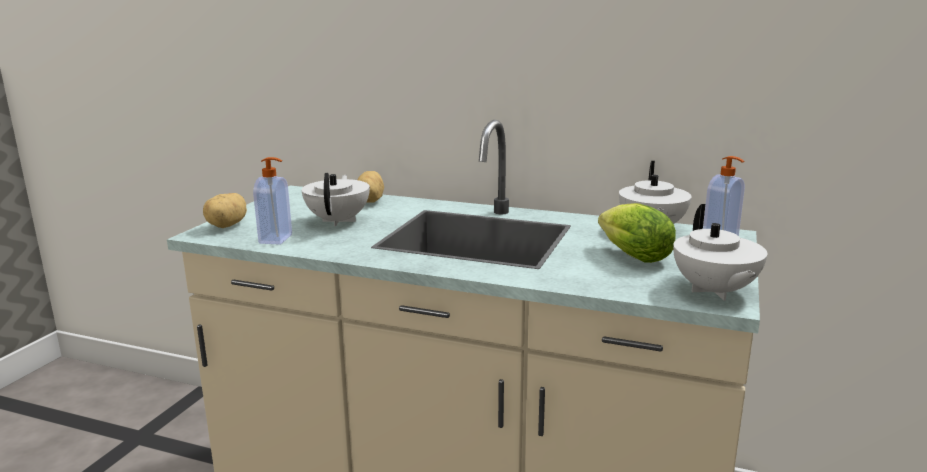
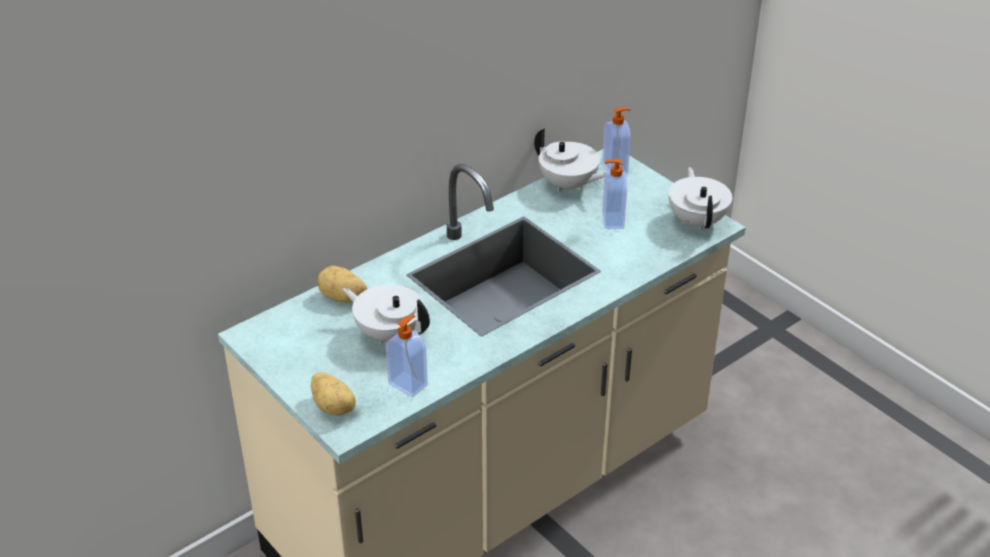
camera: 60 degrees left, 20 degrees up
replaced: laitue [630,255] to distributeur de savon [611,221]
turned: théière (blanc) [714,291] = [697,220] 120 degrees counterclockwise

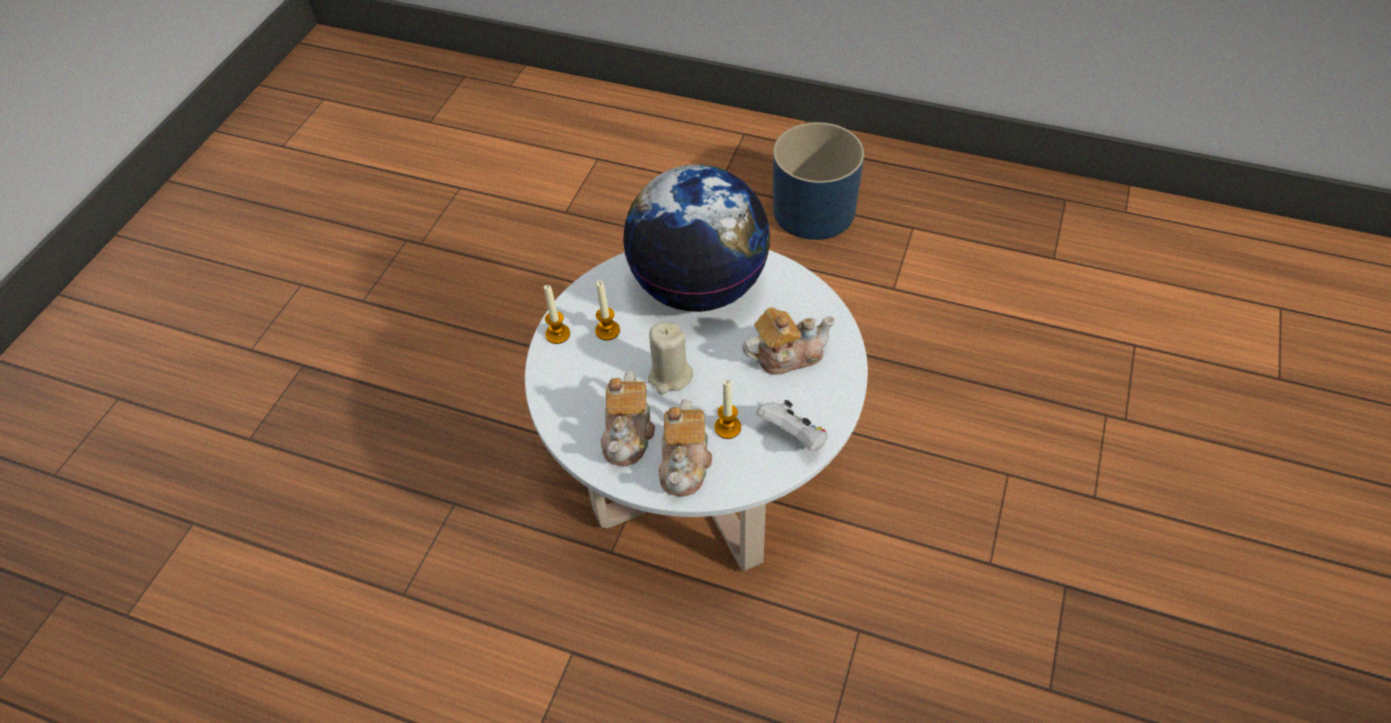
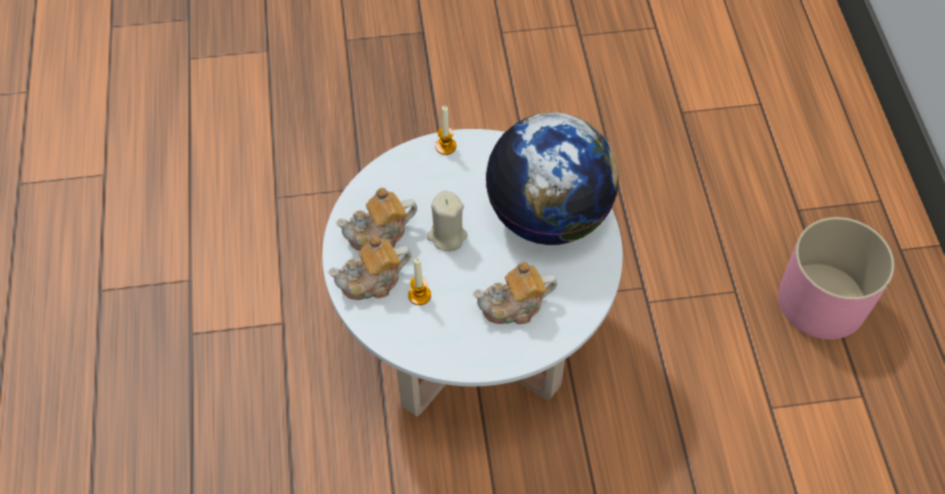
camera: 60 degrees right, 5 degrees up
removed: bougie [607,331]; manette (blanc) [794,437]
recoloured: cache-pot (bleu) [814,211] to cache-pot (rose) [822,302]
turned: théière [787,355] = [514,306] 120 degrees clockwise

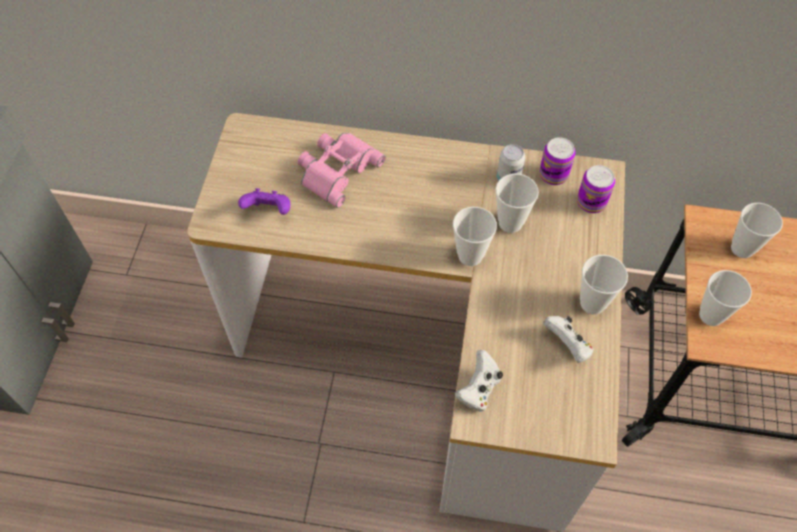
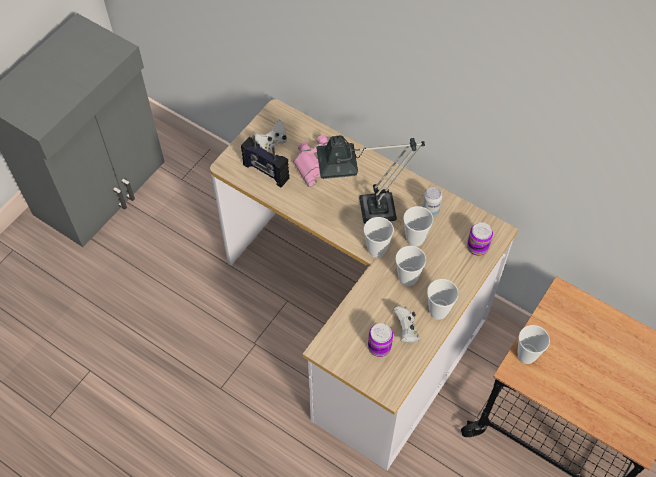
camera: 25 degrees right, 0 degrees up
added: lampe de table [367,210]
moved: manette (blanc) [478,389] to [271,143]; boîte métallique [553,175] to [379,347]; tasse [742,248] to [407,278]
replaced: manette (violet) [269,211] to radio [265,172]

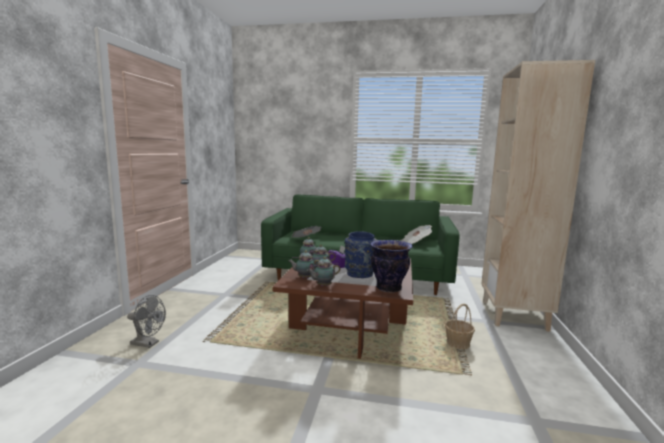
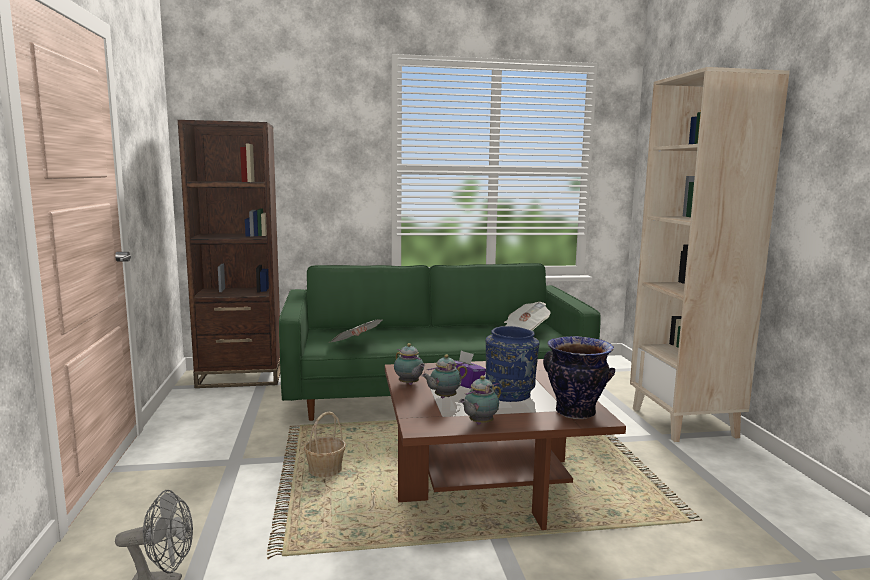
camera: 20 degrees left, 0 degrees up
removed: théière [304,278]
added: bibliothèque (marron) [240,377]
moved: panier [457,343] to [325,470]

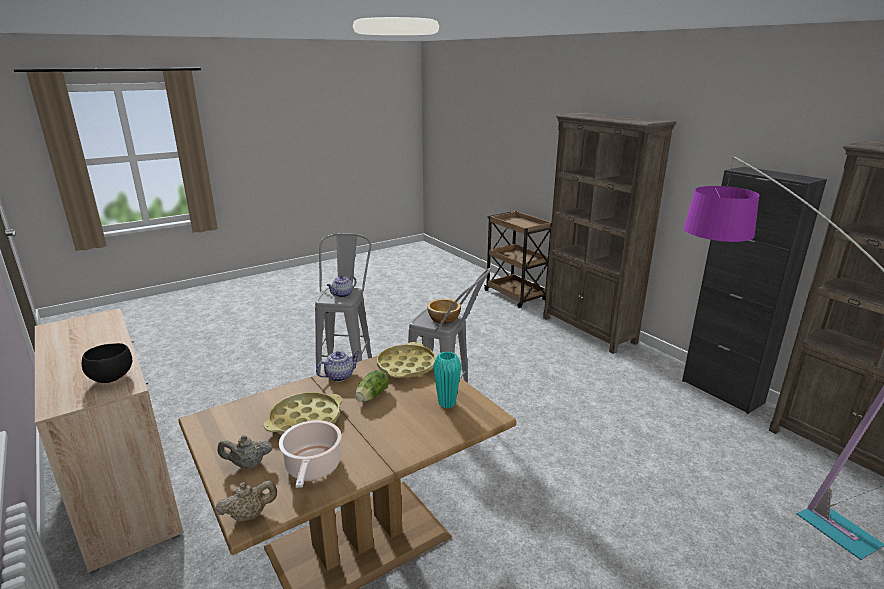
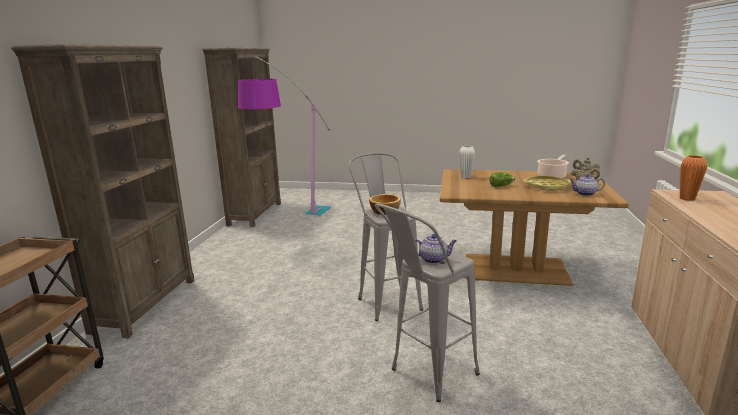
camera: 135 degrees left, 5 degrees down
removed: plateau (jaune) [406,366]; meuble de rangement (noir) [722,392]
moved: théière [340,376] to [584,194]
replaced: bol (noir) [112,378] to vase (orange) [687,198]
recoloured: vase (turquoise) [447,403] to vase (blanc) [465,177]

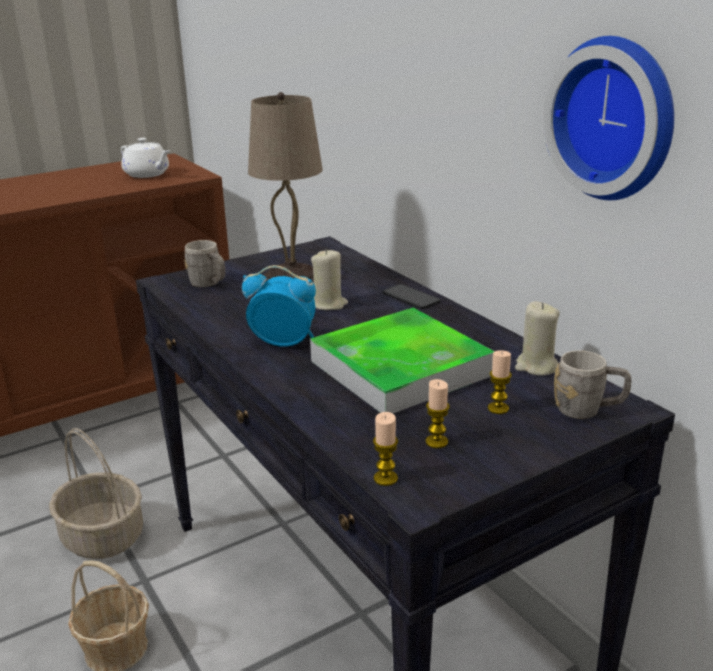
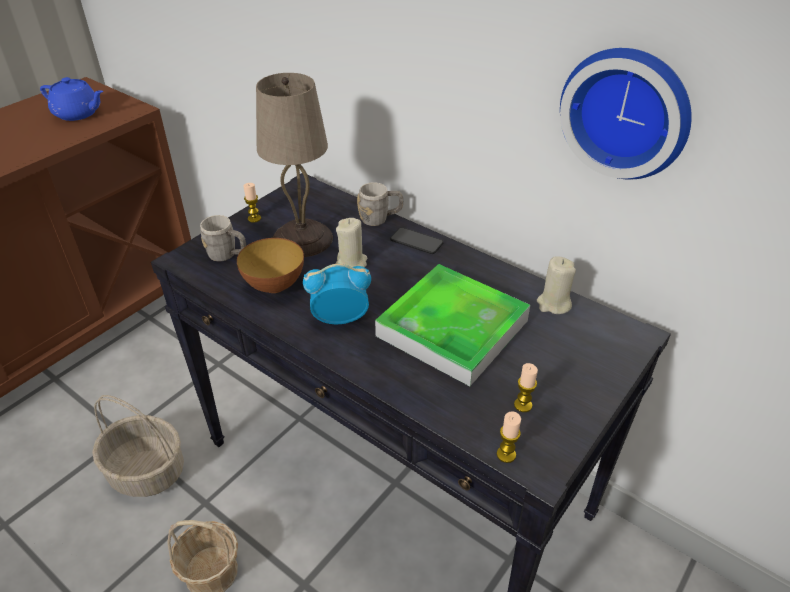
camera: 20 degrees left, 15 degrees up
added: bol [274,286]
moved: bougie [498,408] to [254,218]; mug (gris) [588,410] to [380,219]
recoloured: théière (blanc) [147,174] to théière (bleu) [78,114]

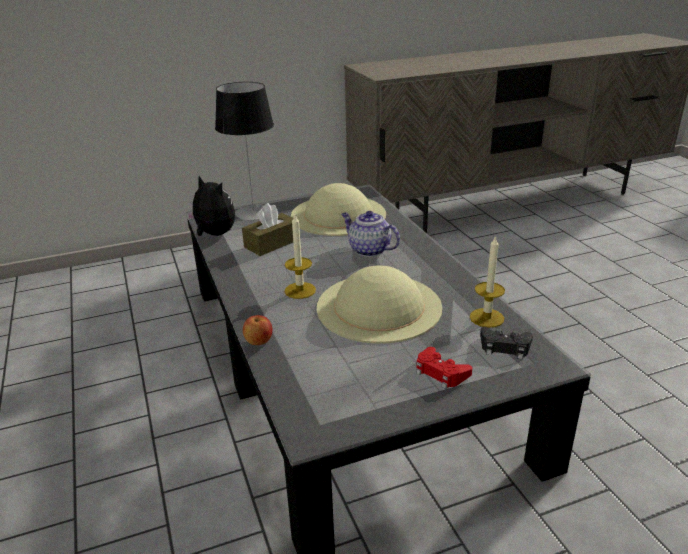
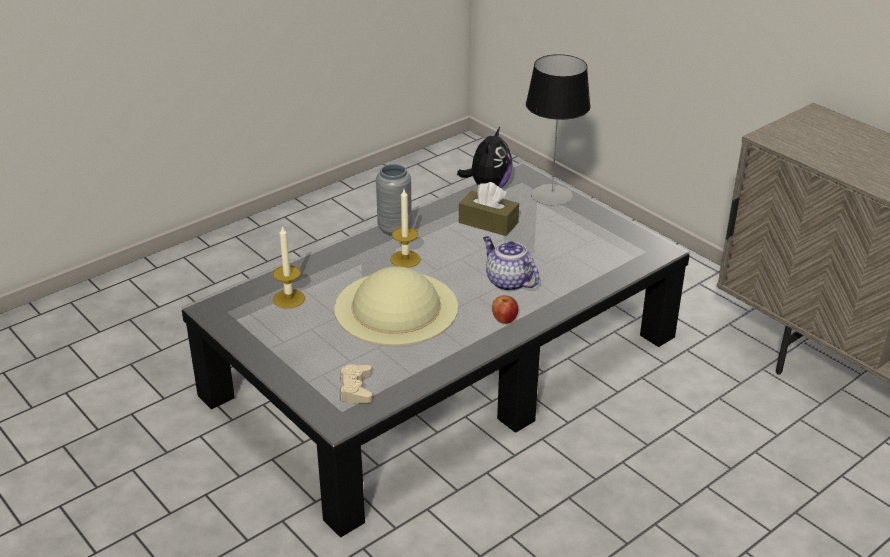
camera: 70 degrees right, 5 degrees up
removed: chapeau (beige) [338,214]; manette (rouge) [440,373]
added: vase (gris) [394,229]
moved: bougie [486,318] to [289,299]; pomme [259,342] to [504,320]
recoloured: manette (noir) [505,347] to manette (beige) [356,389]
turned: théière [368,250] = [508,281] 60 degrees counterclockwise

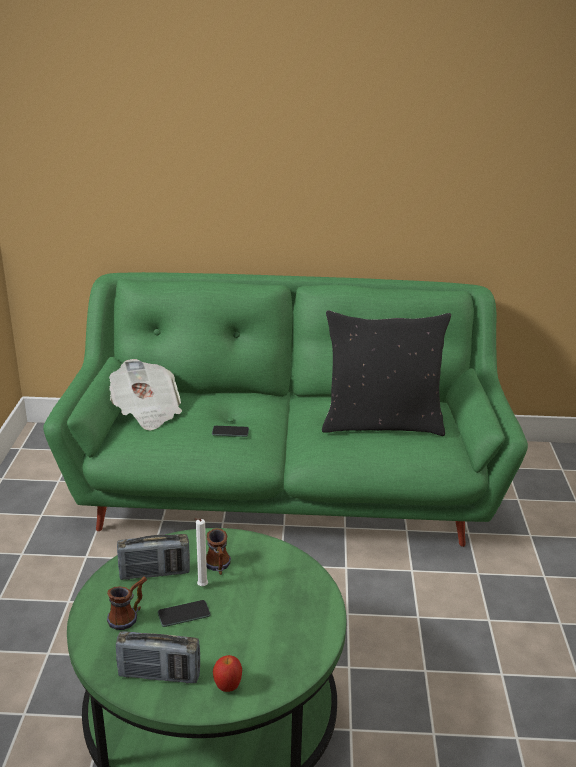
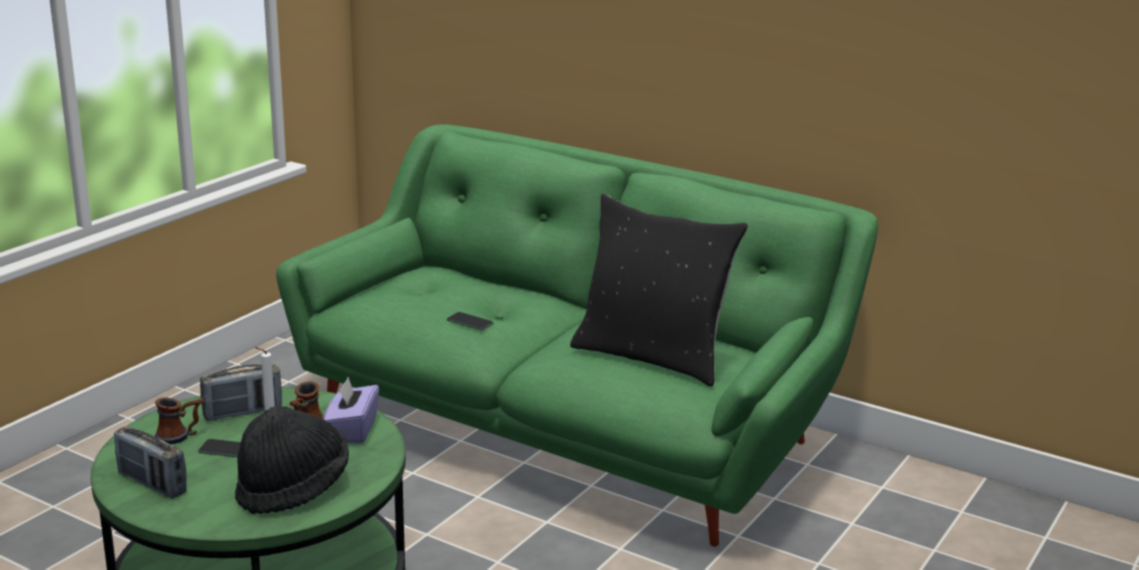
camera: 30 degrees right, 5 degrees down
removed: journal [146,412]; pomme [228,687]
added: chapeau (noir) [293,488]; boîte à mouchoirs (violet) [352,430]
turned: radio [154,573] = [243,413] 45 degrees counterclockwise

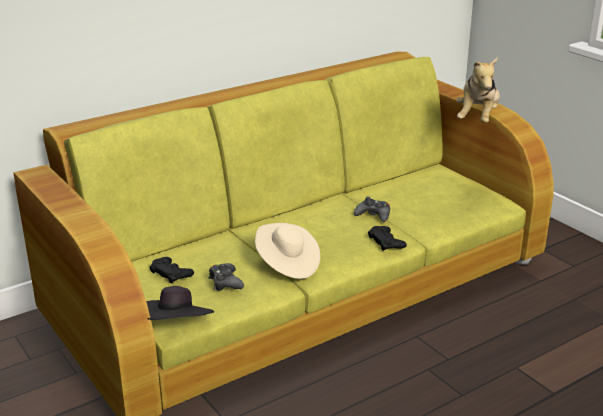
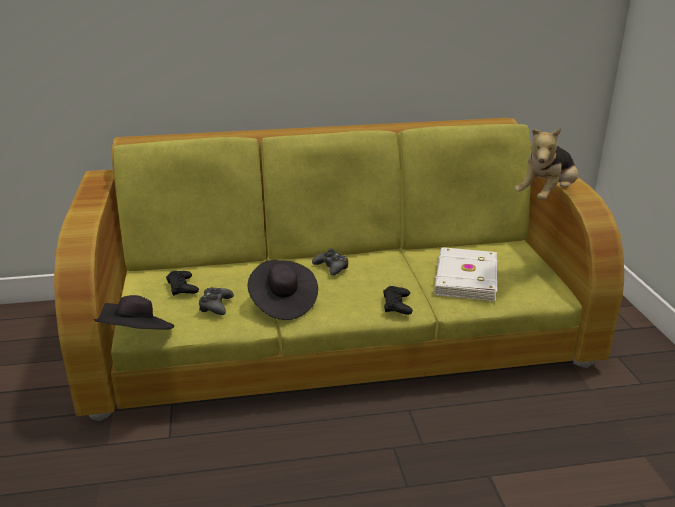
camera: 25 degrees right, 0 degrees up
added: livre (blanc) [464,277]
moved: manette (noir) [373,215] to [331,267]
recoloured: chapeau (beige) [287,264] to chapeau (noir) [282,303]

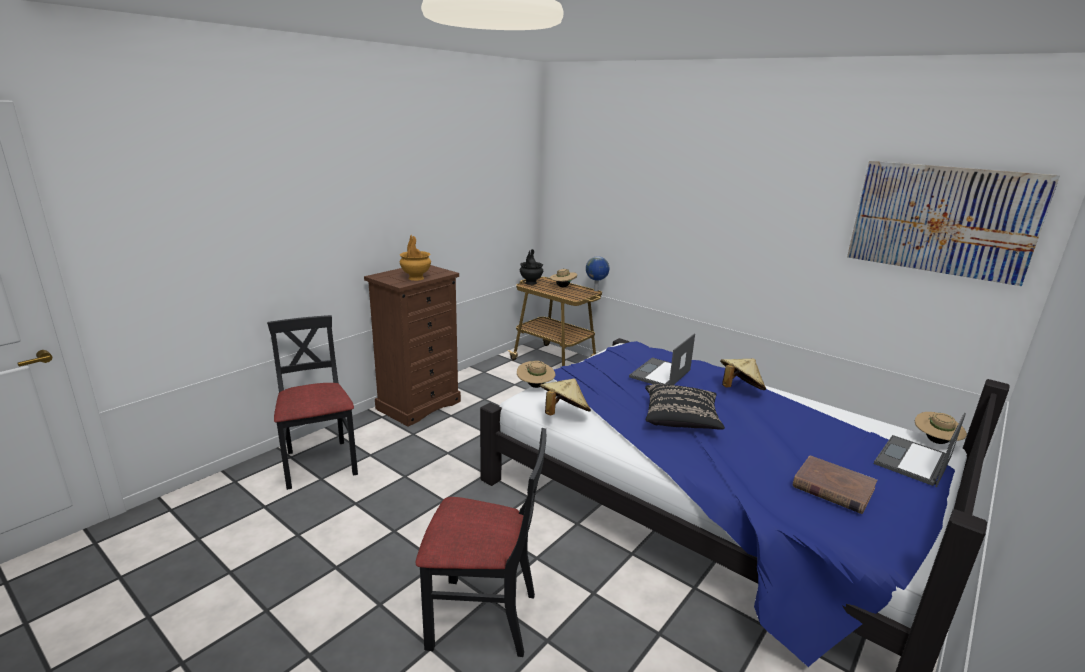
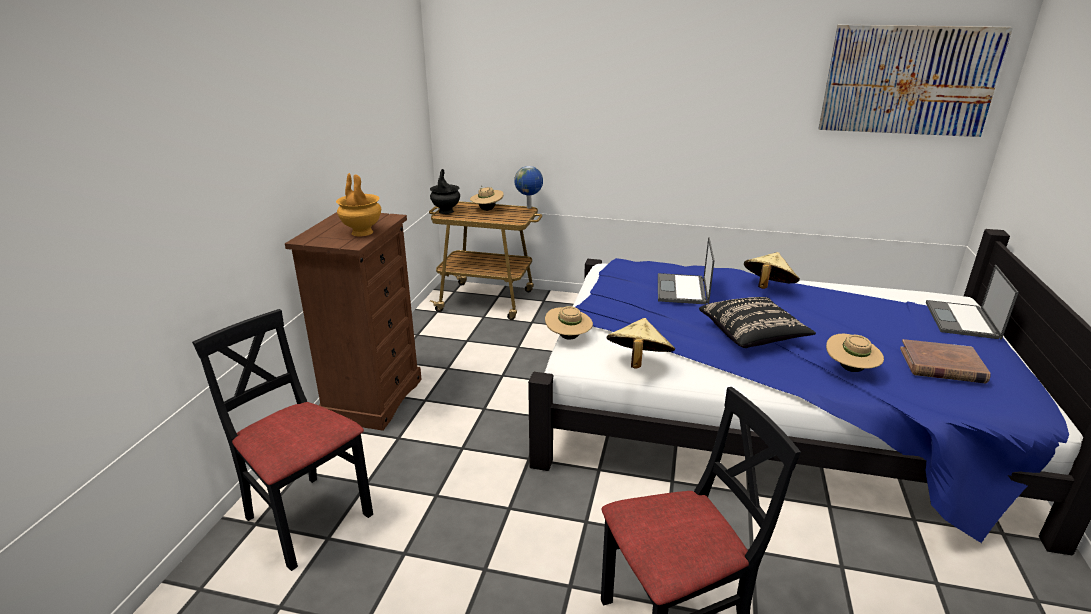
camera: 25 degrees left, 5 degrees up
moved: chapeau (beige) [935,441] to [850,369]

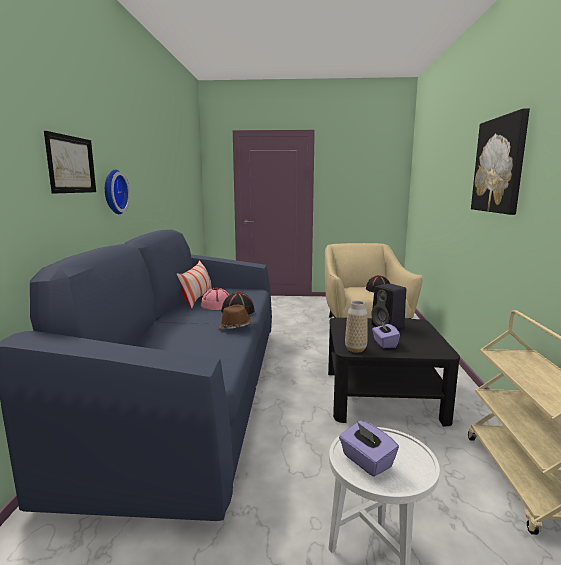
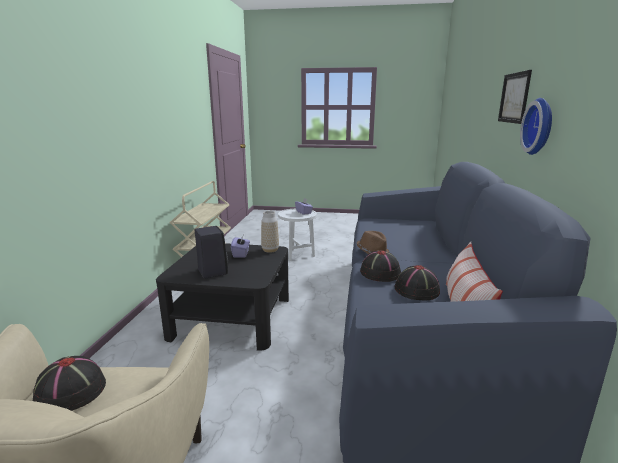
camera: 175 degrees left, 5 degrees up
removed: tableau [499,165]
recoloured: chapeau (rose) [216,305] to chapeau (noir) [417,291]

